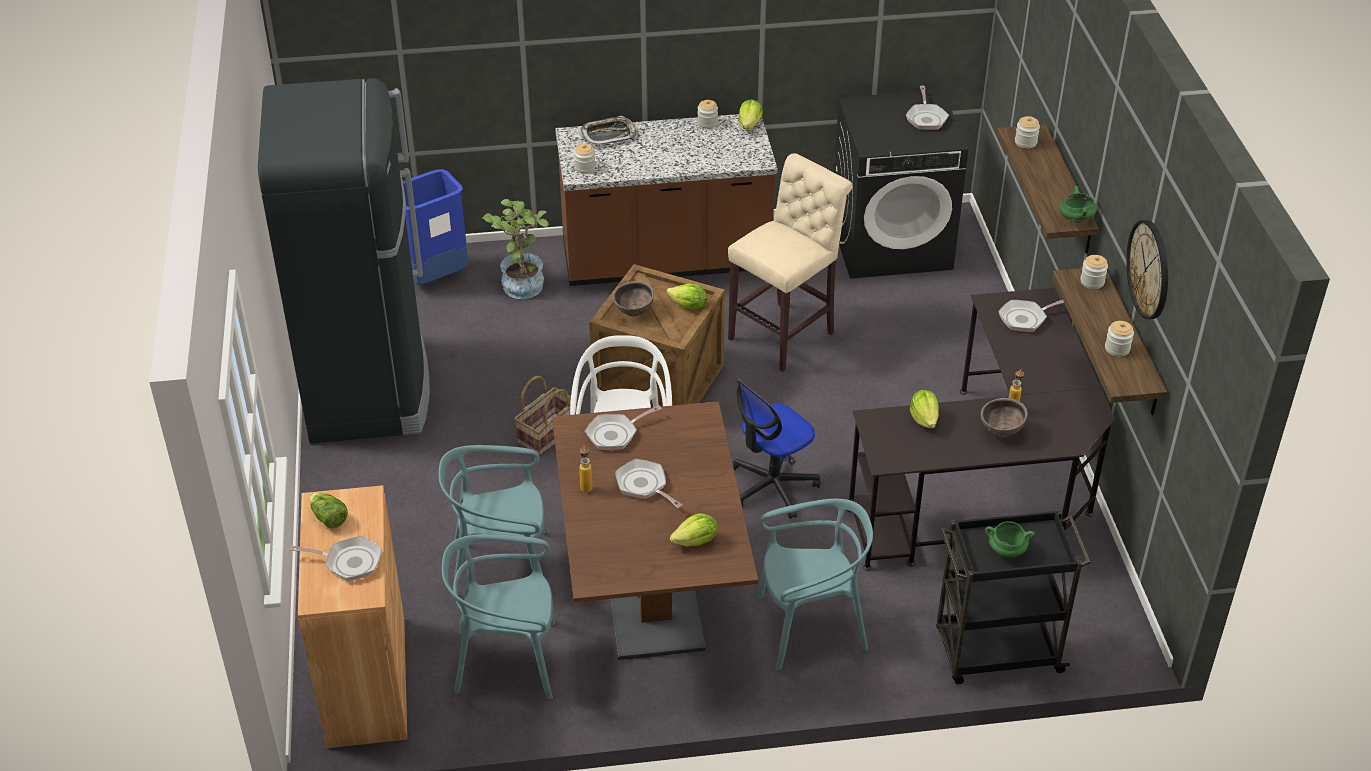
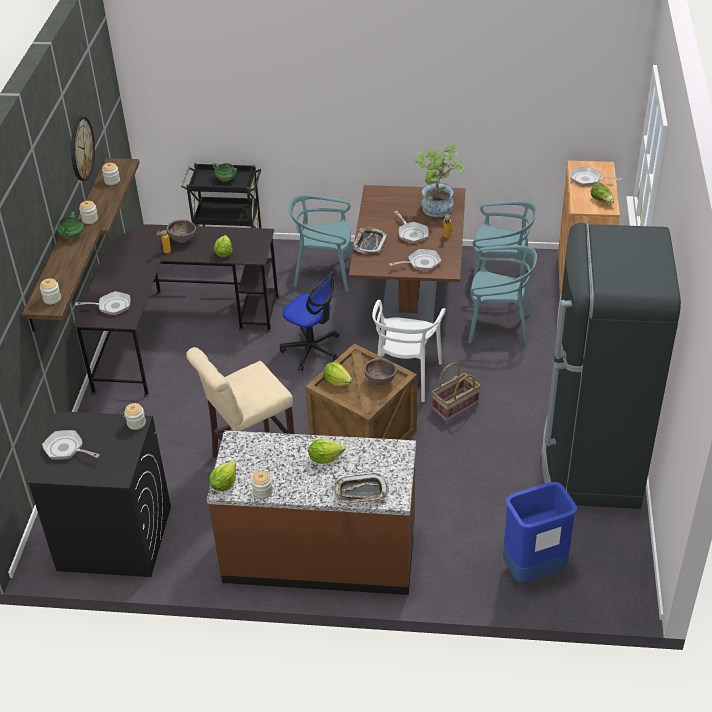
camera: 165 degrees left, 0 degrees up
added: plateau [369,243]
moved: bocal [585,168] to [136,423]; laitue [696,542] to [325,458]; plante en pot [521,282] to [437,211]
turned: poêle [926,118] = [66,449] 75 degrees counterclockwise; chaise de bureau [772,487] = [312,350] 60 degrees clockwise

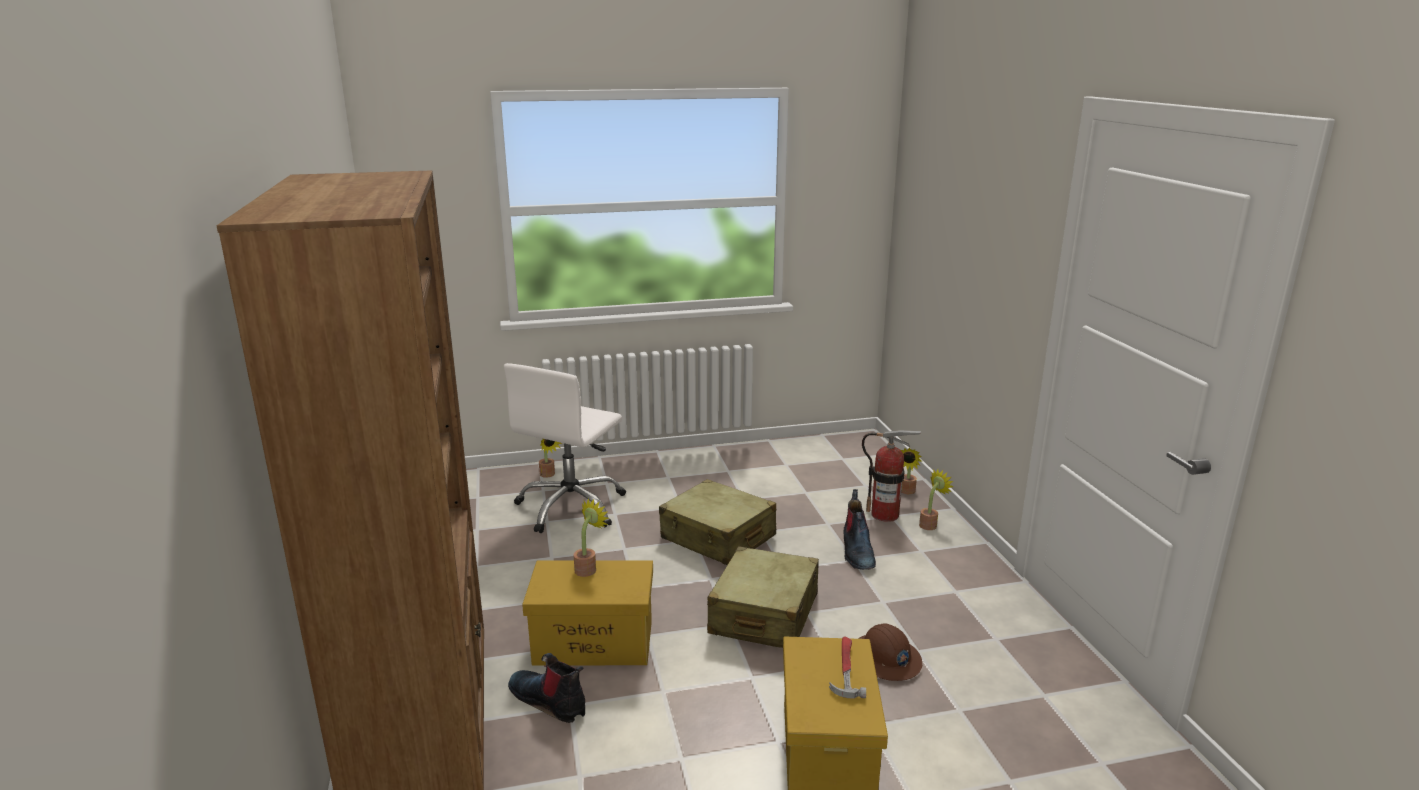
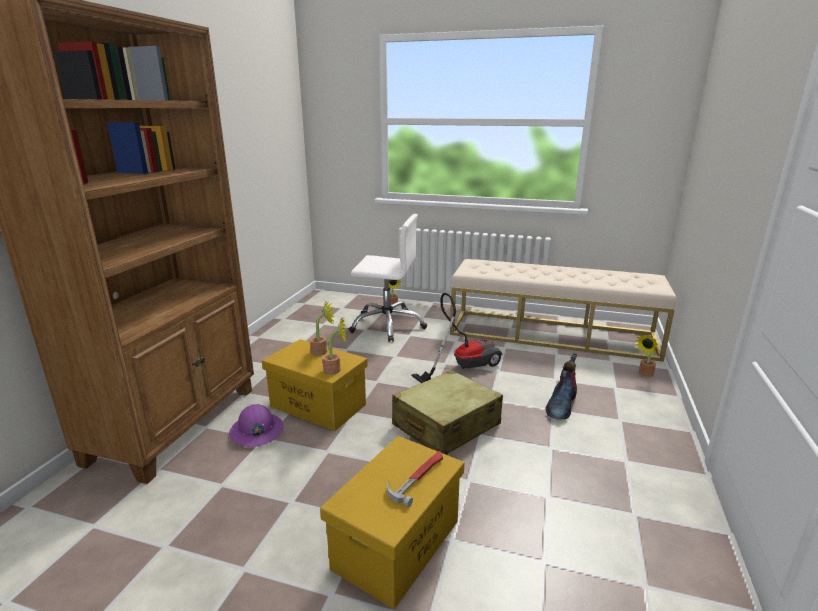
camera: 30 degrees right, 0 degrees up
removed: casque de chantier (marron) [885,659]; extincteur [885,514]
added: banc (beige) [552,334]
moved: plante en pot [930,524] to [335,370]
replaced: botte [549,701] to casque de chantier (violet) [256,431]; valise (beige) [718,537] to aspirateur [462,366]
turned: chaise de bureau (blanc) [571,507] = [387,325] 135 degrees counterclockwise

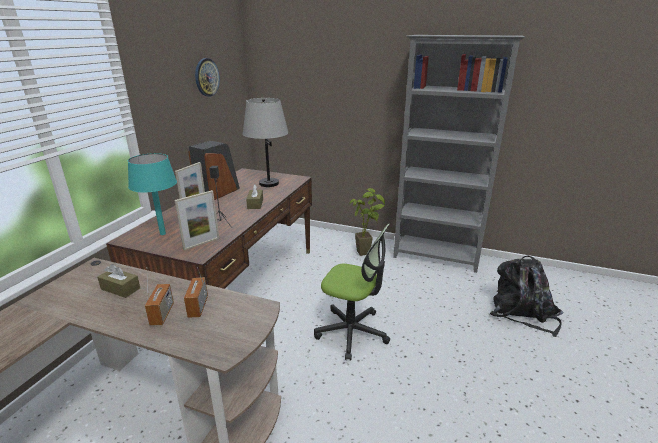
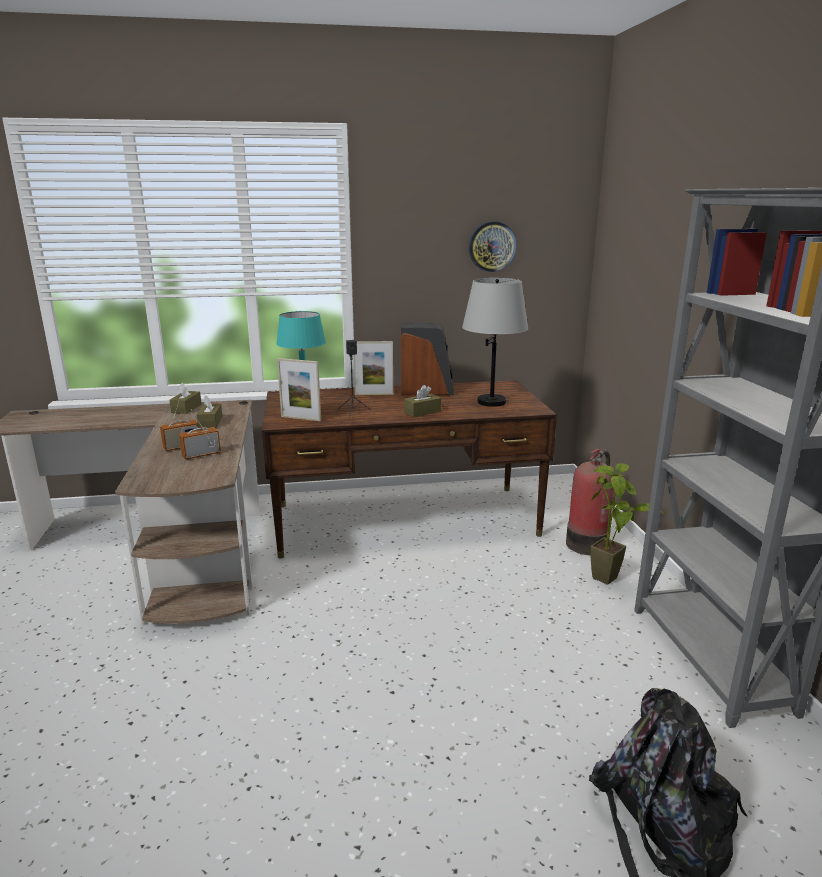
camera: 60 degrees right, 5 degrees down
removed: chaise de bureau [352,332]
added: boîte à mouchoirs (marron) [186,408]; extincteur [588,543]

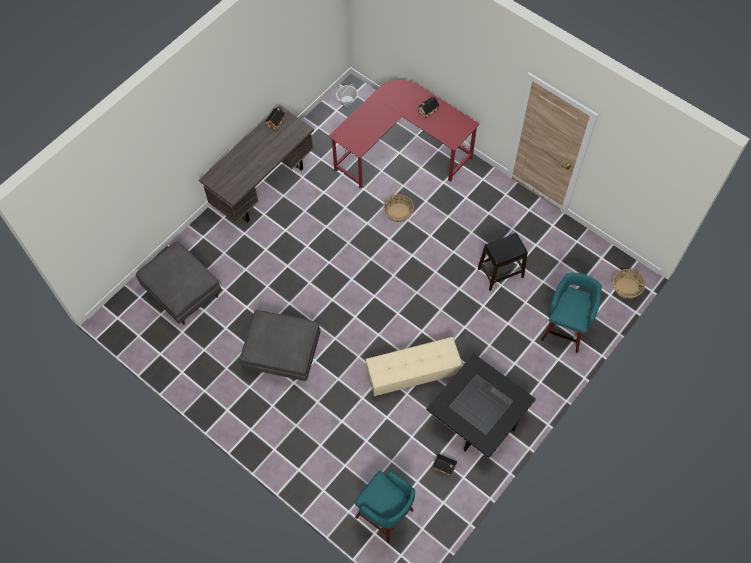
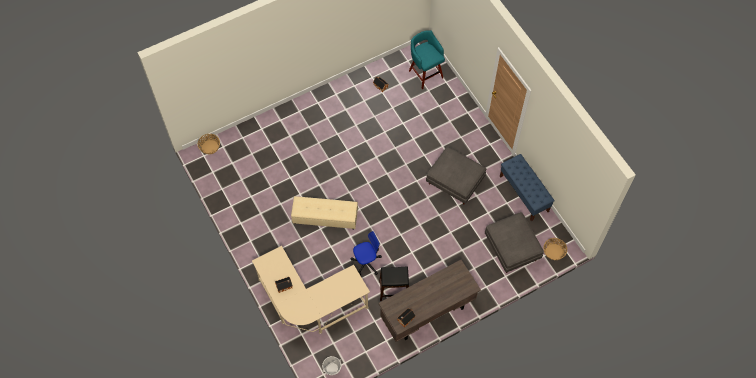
camera: 160 degrees left, 0 degrees up
removed: table basse (noir) [477,417]; tabouret (turquoise) [565,328]
added: chaise de bureau [366,262]; banc (bleu) [524,194]
moved: pouf (beige) [413,372] to [325,217]; tabouret (noir) [500,272] to [394,290]; panier [398,213] to [554,251]
recoloured: bureau (rouge) [401,151] to bureau (beige) [309,305]

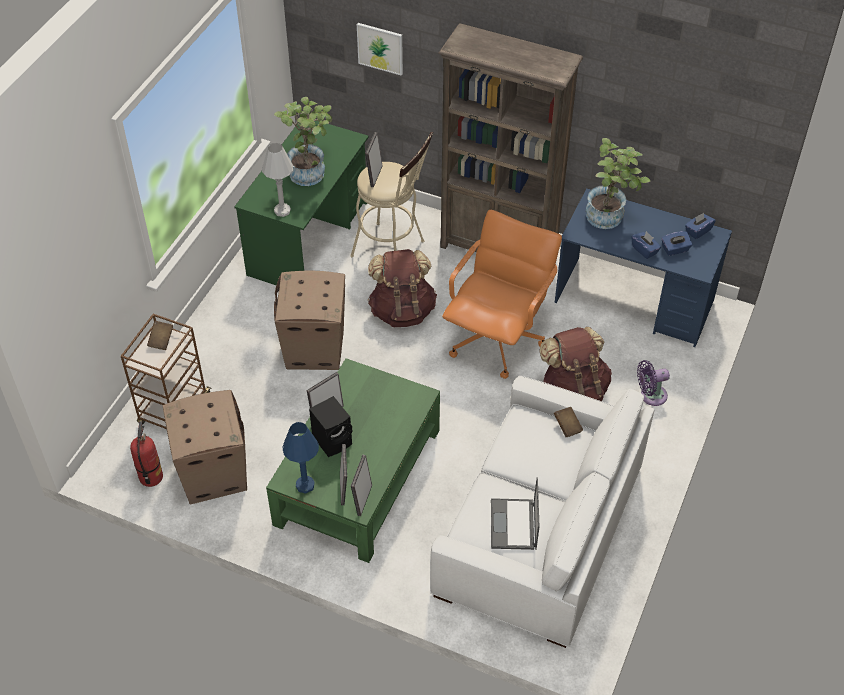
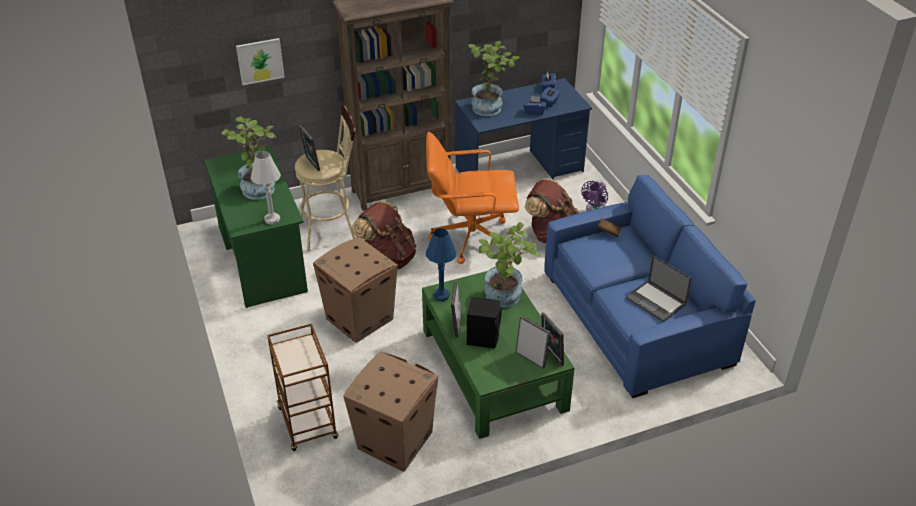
camera: 45 degrees left, 10 degrees down
removed: extincteur [151,477]; livre (marron) [161,340]
added: plante en pot [505,299]
moved: lampe de table (bleu) [305,485] to [441,295]
recoloured: canapé (blanc) [540,531] to canapé (bleu) [638,318]
turned: chaise de bureau (orange) [497,339] = [470,237] 75 degrees counterclockwise

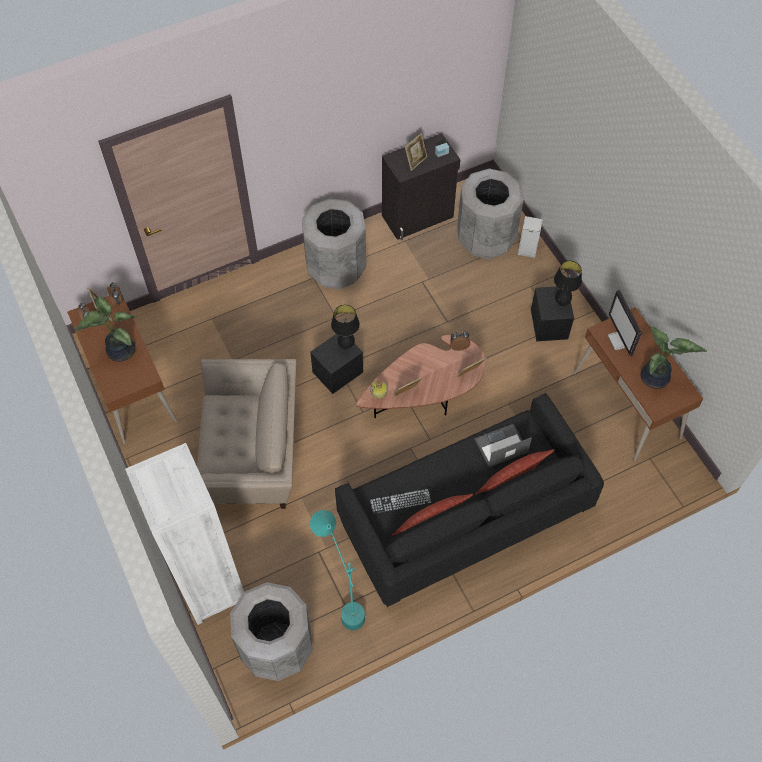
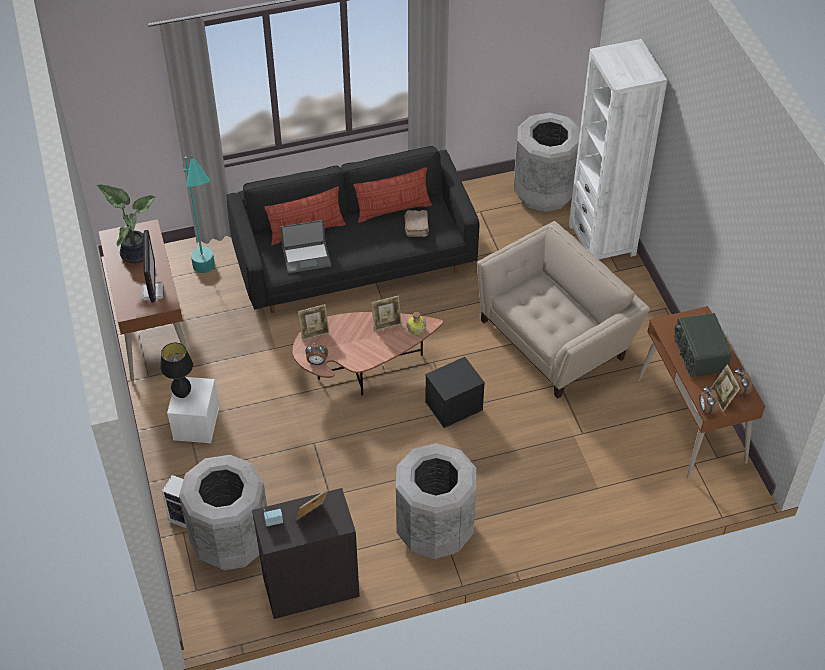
camera: 170 degrees left, 10 degrees down
removed: lampe de table (noir) [346,346]
moved: lampadaire (turquoise) [342,602] to [209,277]
replaced: clavier [400,501] to livre (marron) [417,227]; plante en pot [119,350] to radio [698,355]
recoloured: boîte de rangement (noir) [549,324] to boîte de rangement (blanc) [196,422]
turned: fauteuil (beige) [252,455] = [556,337] 135 degrees clockwise

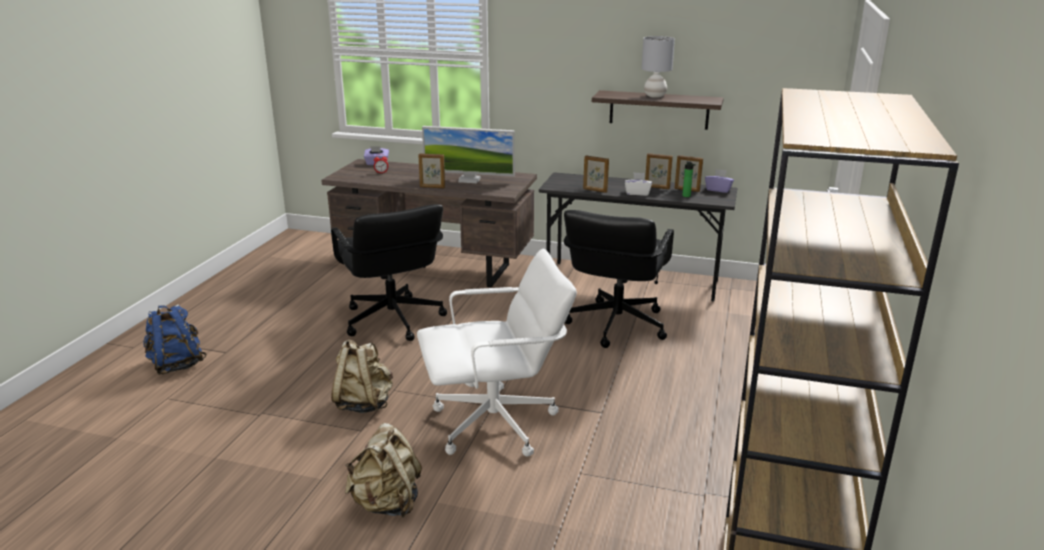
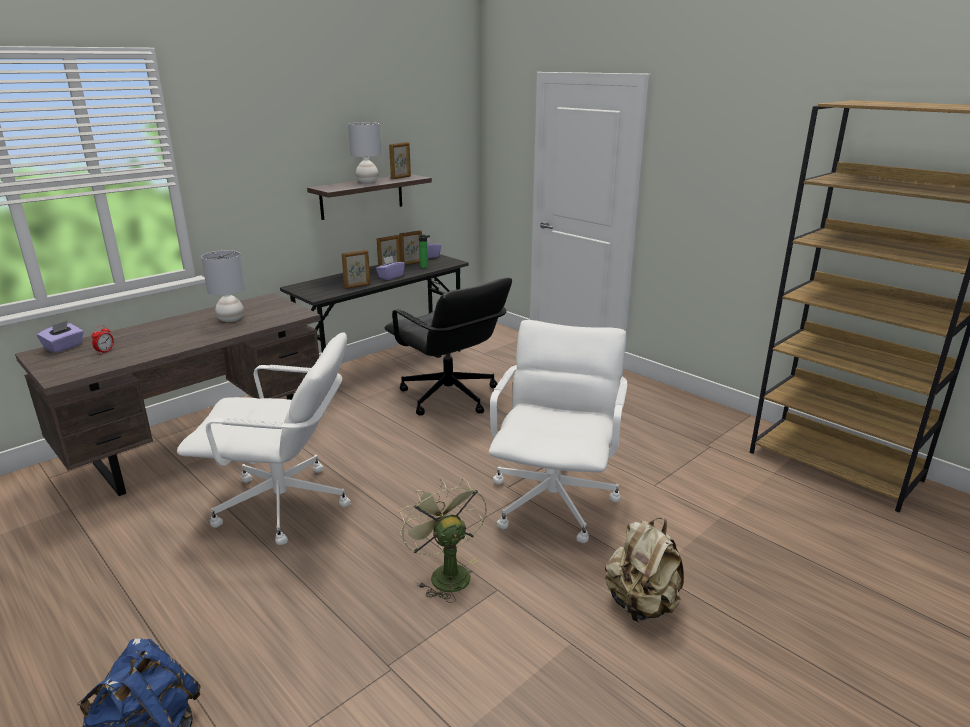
camera: 60 degrees left, 0 degrees up
moved: cadre photo [432,187] to [401,177]
replaced: écran d'ordinateur [469,180] to lampe de table (gris) [231,319]; sac à dos (beige) [364,404] to ventilateur (vert) [445,573]
recoloured: chaise de bureau (noir) [392,320] to chaise de bureau (blanc) [284,506]; boîte à mouchoirs (blanc) [637,193] to boîte à mouchoirs (violet) [390,277]

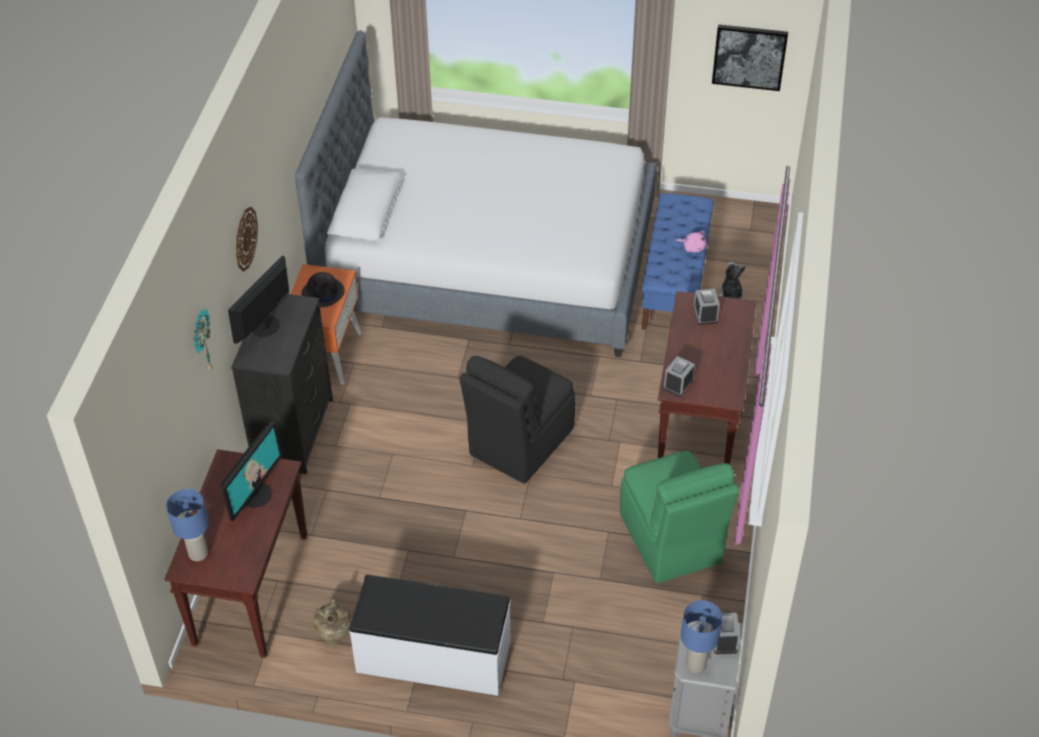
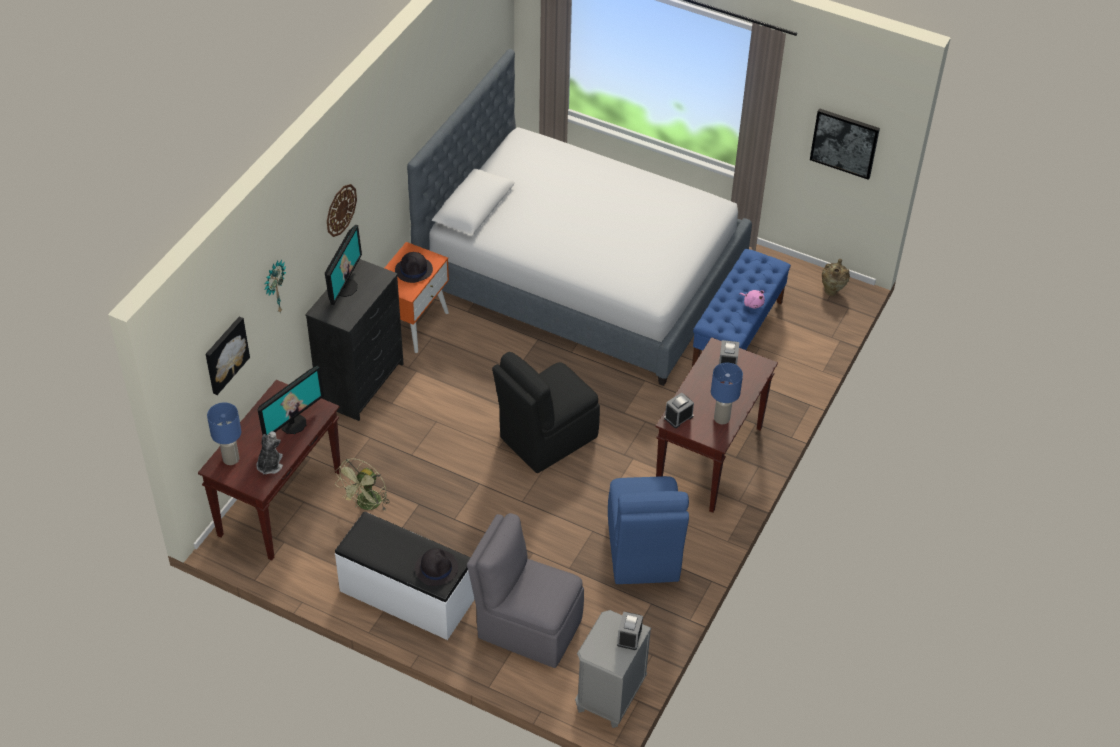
camera: 15 degrees right, 0 degrees up
added: tableau [225,354]; ventilateur (vert) [366,505]; chapeau (noir) [436,568]; chaise (gris) [527,626]
moved: peluche [730,294] to [269,464]; lampe de table (bleu) [695,664] to [721,418]; vase (beige) [334,637] to [832,290]
recoloured: chaise (vert) [671,541] to chaise (bleu) [643,552]
turned: écran d'ordinateur [265,327] = [345,287] 150 degrees clockwise

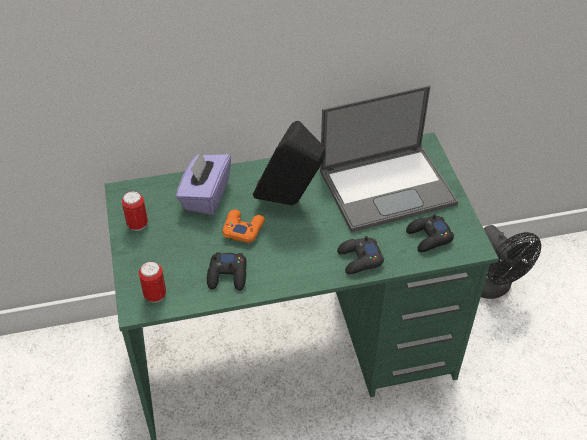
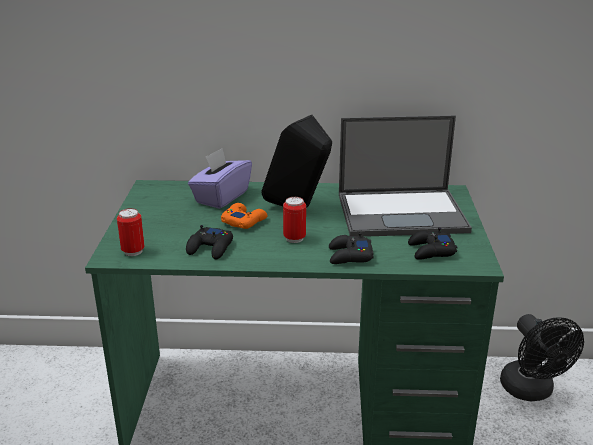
camera: 15 degrees right, 20 degrees down
moved: boîte métallique [137,224] to [294,238]

